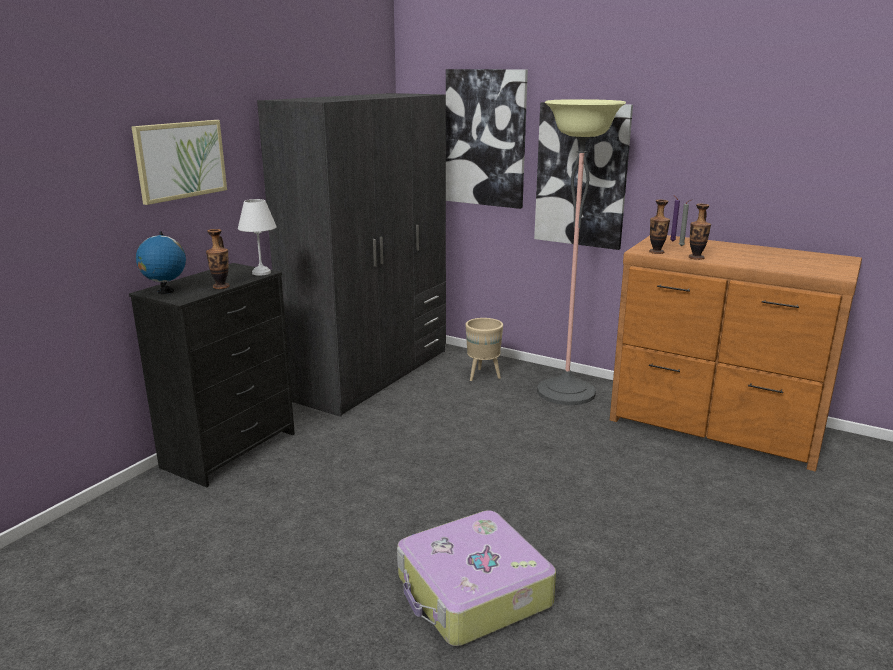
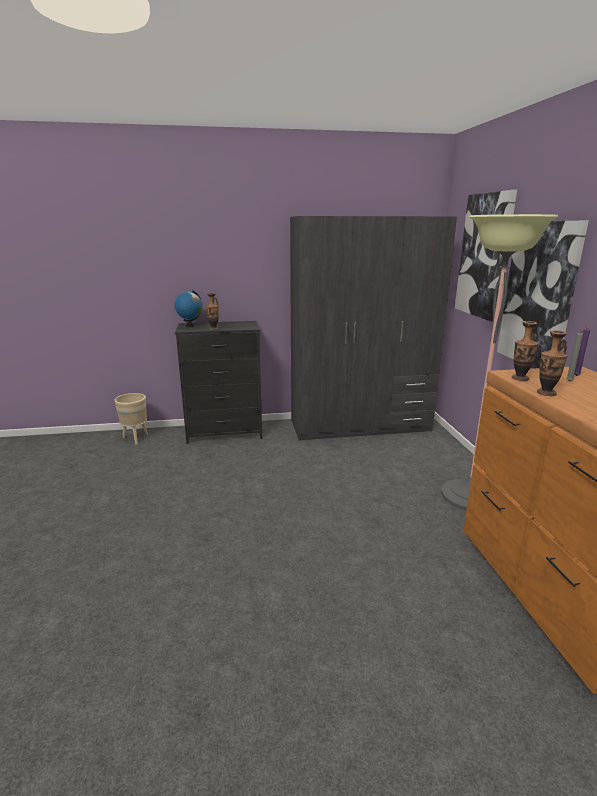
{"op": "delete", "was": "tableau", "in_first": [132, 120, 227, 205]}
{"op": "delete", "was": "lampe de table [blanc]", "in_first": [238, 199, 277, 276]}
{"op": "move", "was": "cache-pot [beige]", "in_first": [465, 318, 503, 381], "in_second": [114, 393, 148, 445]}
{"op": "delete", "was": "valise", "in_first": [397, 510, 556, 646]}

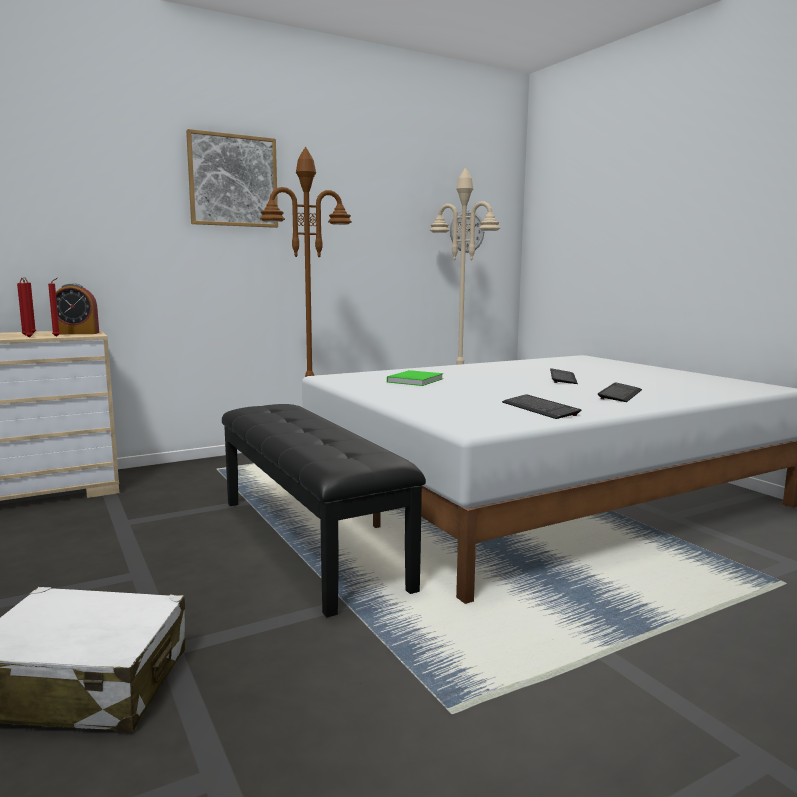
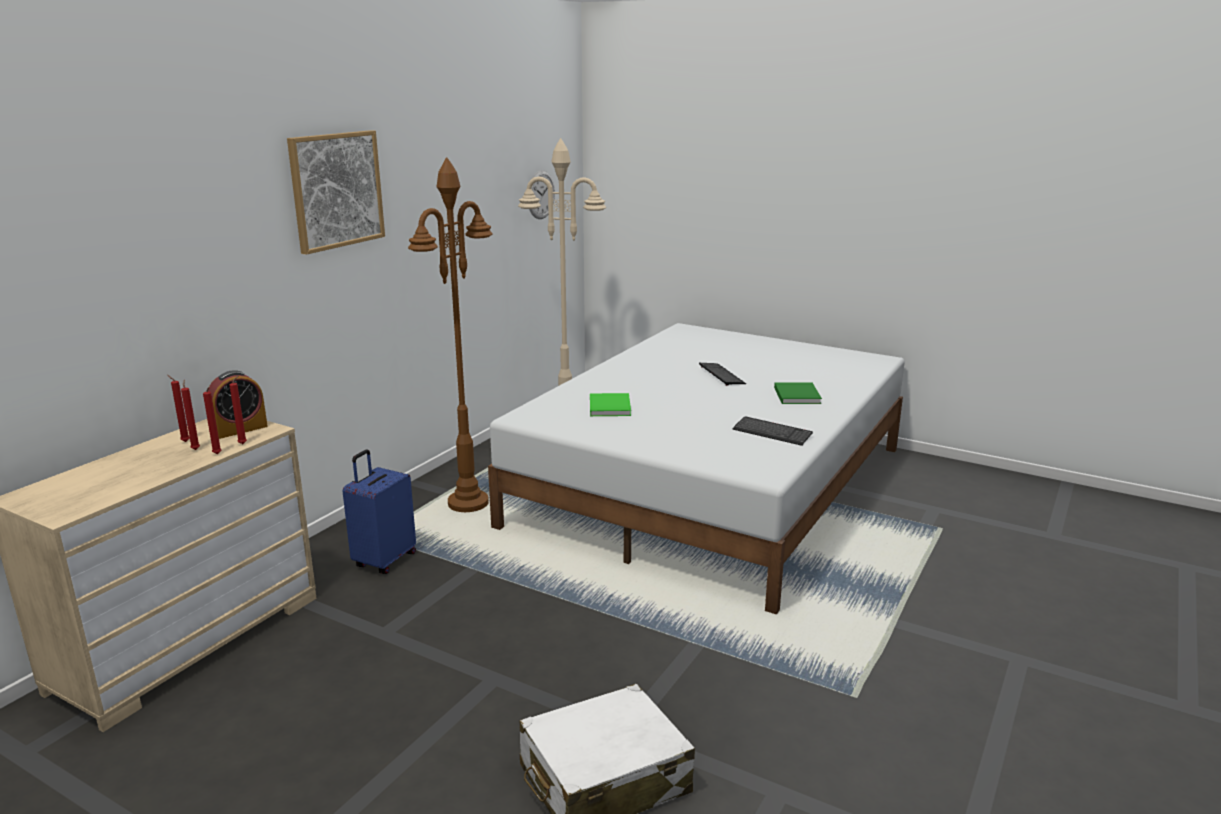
{"op": "replace", "was": "clavier", "now": "livre [vert]", "in_first": [598, 382, 642, 402], "in_second": [774, 382, 822, 404]}
{"op": "delete", "was": "banc [noir]", "in_first": [222, 404, 426, 617]}
{"op": "insert", "now": "valise [bleu]", "in_second": [343, 450, 416, 574]}

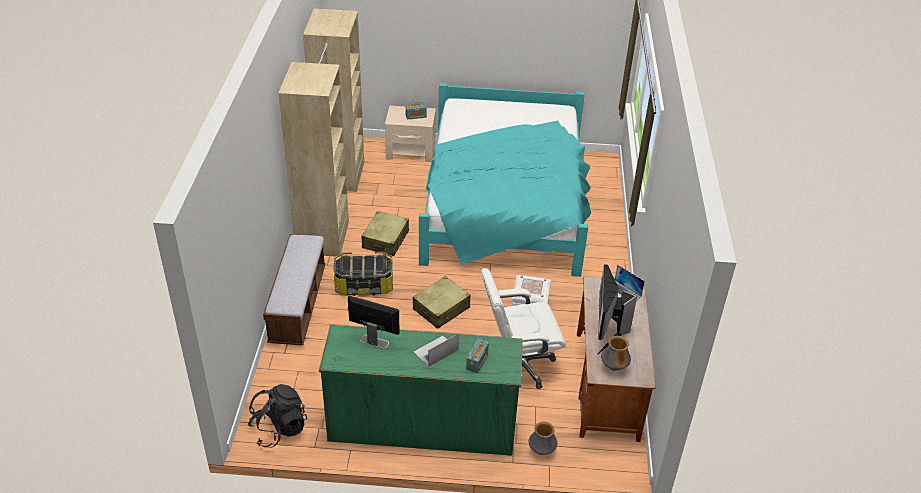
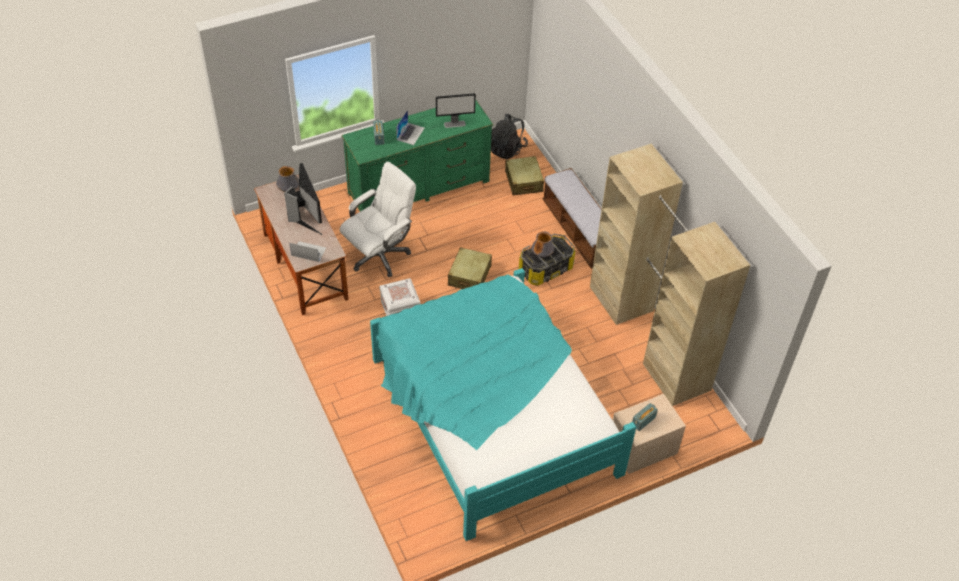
{"op": "move", "was": "valise [beige]", "in_first": [361, 211, 409, 256], "in_second": [505, 156, 544, 195]}
{"op": "move", "was": "vase", "in_first": [529, 422, 558, 455], "in_second": [532, 231, 554, 258]}

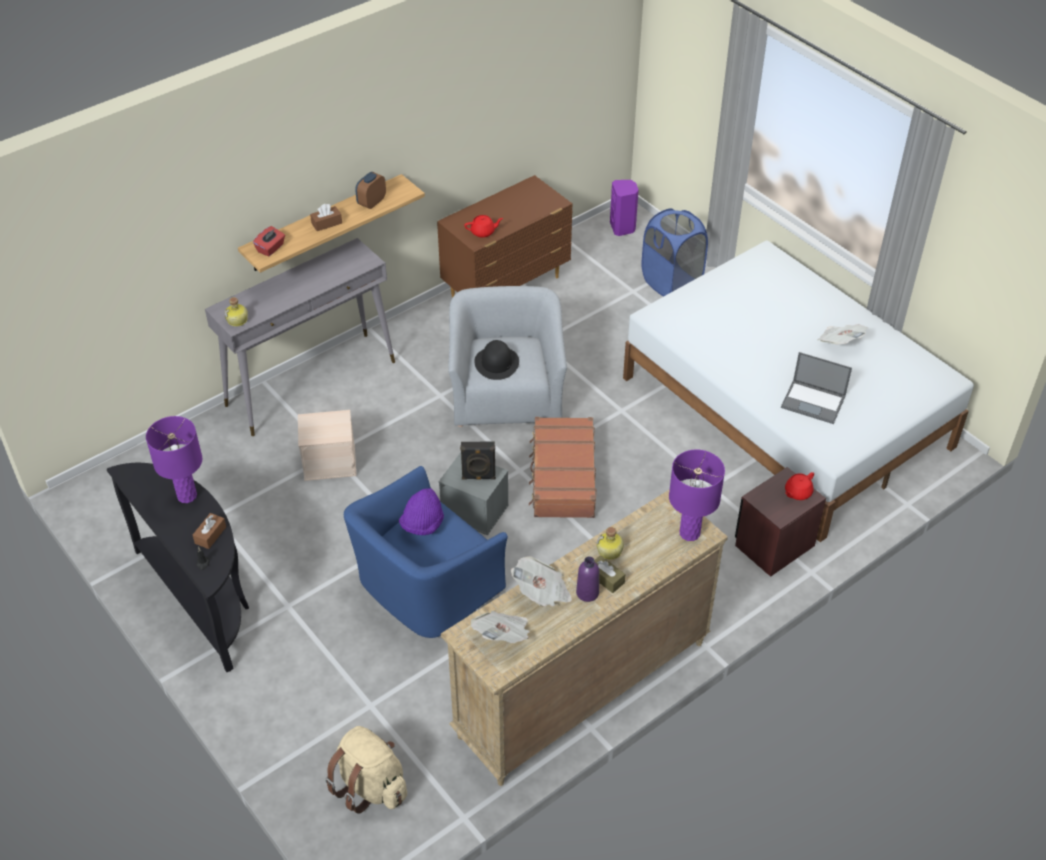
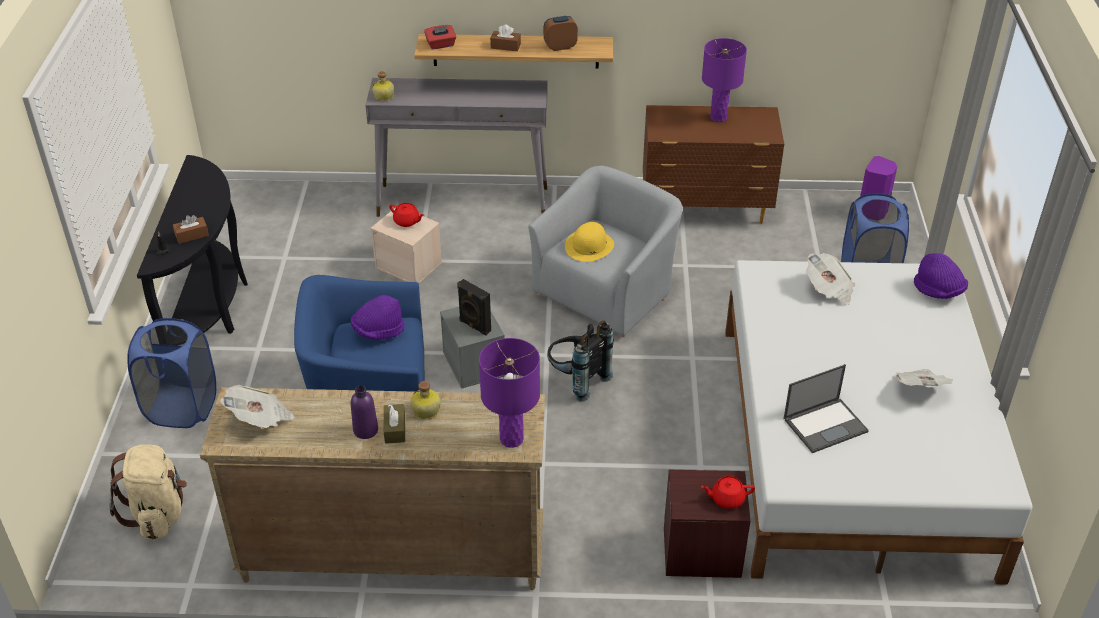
{"op": "move", "was": "théière [rouge]", "in_first": [464, 215, 503, 238], "in_second": [389, 203, 424, 227]}
{"op": "recolor", "was": "chapeau [noir]", "now": "chapeau [jaune]", "in_first": [474, 340, 519, 380], "in_second": [565, 222, 614, 262]}
{"op": "rotate", "was": "ordinateur portable", "in_first": [781, 352, 852, 424], "in_second": [784, 364, 869, 453], "clockwise": -90}
{"op": "move", "was": "lampe de table [violet]", "in_first": [146, 416, 202, 503], "in_second": [702, 38, 747, 122]}
{"op": "replace", "was": "valise [marron]", "now": "sac à dos [noir]", "in_first": [529, 417, 597, 518], "in_second": [547, 321, 614, 402]}
{"op": "move", "was": "journal", "in_first": [511, 556, 572, 607], "in_second": [806, 253, 855, 305]}
{"op": "insert", "now": "chapeau [violet]", "in_second": [914, 253, 968, 299]}
{"op": "insert", "now": "panier à linge [bleu]", "in_second": [127, 318, 216, 428]}

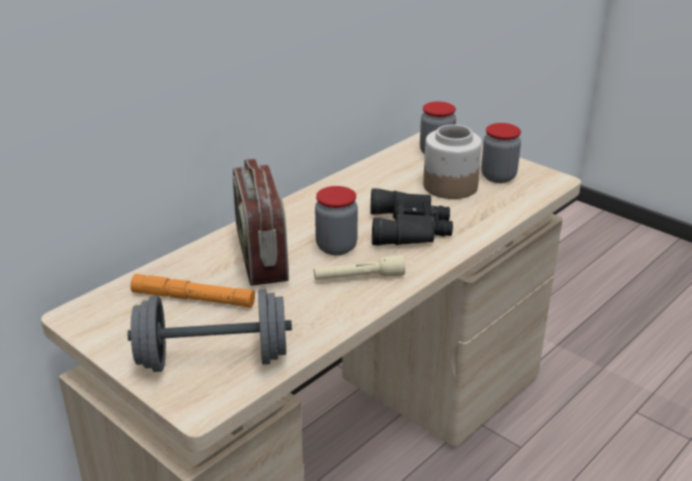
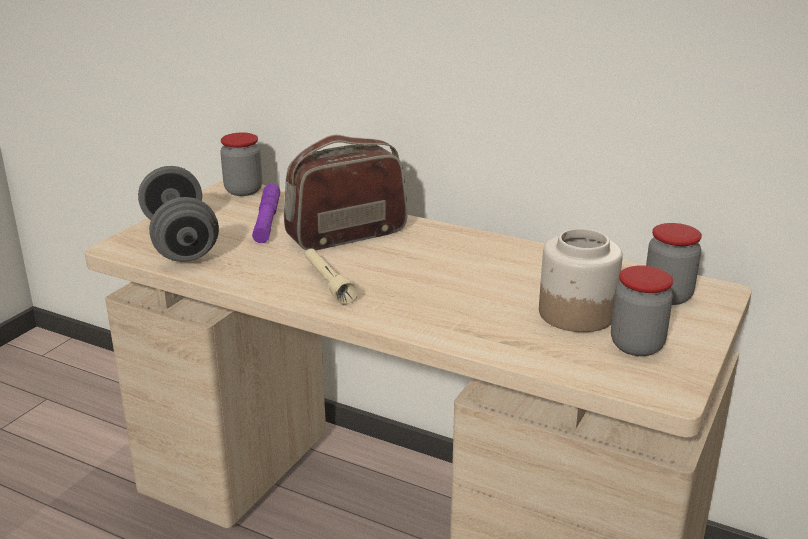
{"op": "move", "was": "bocal", "in_first": [315, 186, 358, 255], "in_second": [220, 133, 262, 196]}
{"op": "delete", "was": "jumelles [noir]", "in_first": [370, 188, 453, 245]}
{"op": "recolor", "was": "lampe de poche [orange]", "now": "lampe de poche [violet]", "in_first": [130, 274, 255, 308], "in_second": [252, 184, 280, 243]}

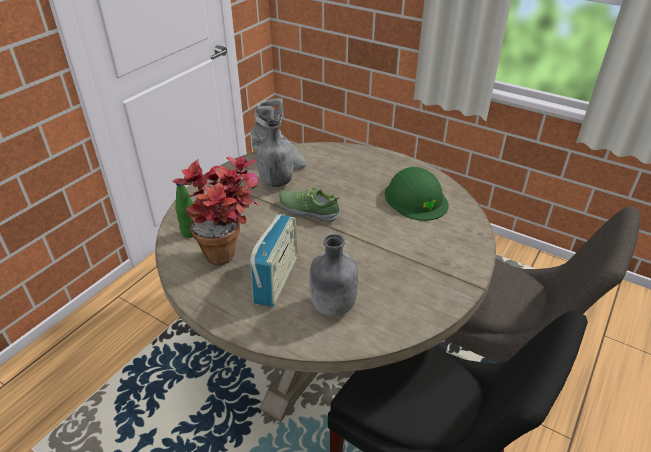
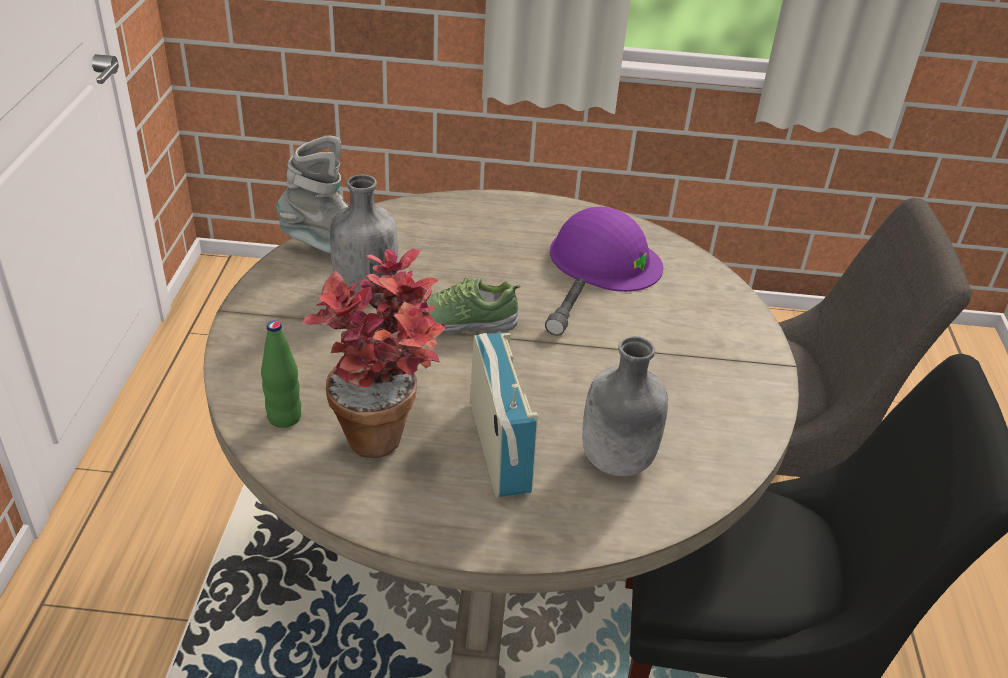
{"op": "recolor", "was": "casque de chantier [vert]", "now": "casque de chantier [violet]", "in_first": [385, 167, 449, 221], "in_second": [550, 207, 663, 292]}
{"op": "insert", "now": "lampe de poche [gris]", "in_second": [545, 278, 585, 336]}

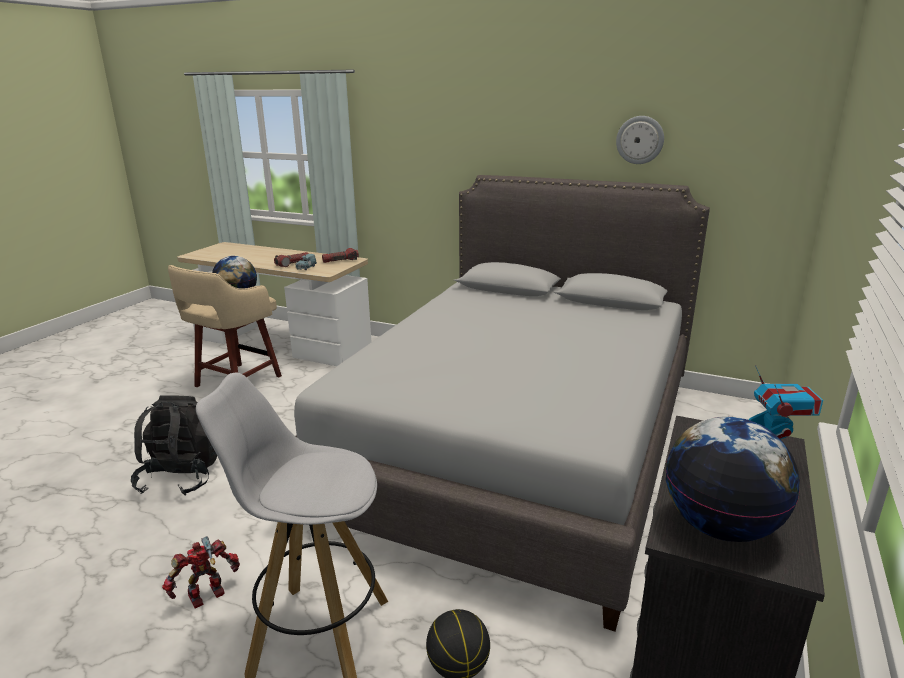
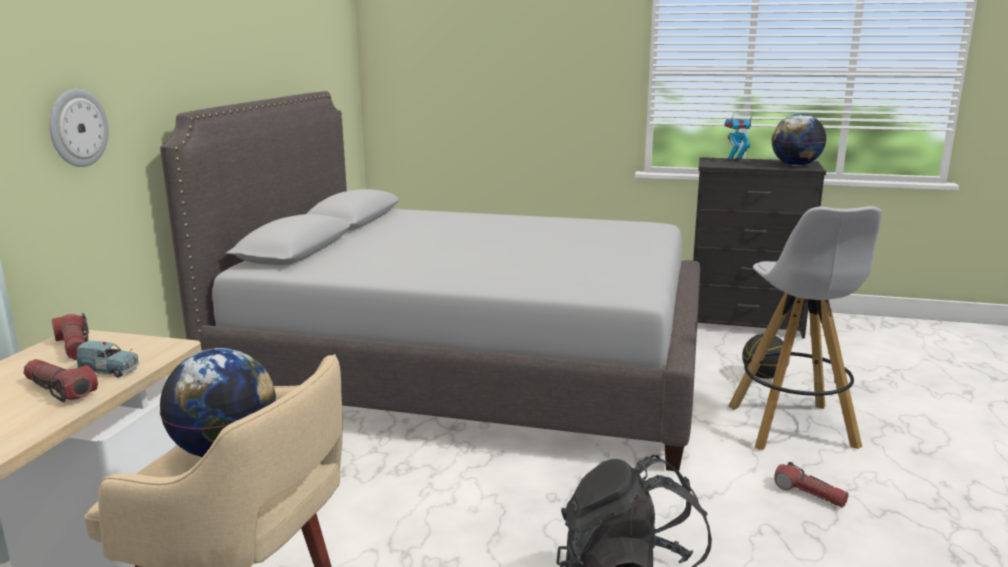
{"op": "move", "was": "horloge murale", "in_first": [616, 116, 664, 164], "in_second": [50, 89, 109, 167]}
{"op": "replace", "was": "robot jouet", "now": "lampe de poche", "in_first": [162, 536, 240, 608], "in_second": [774, 462, 849, 508]}

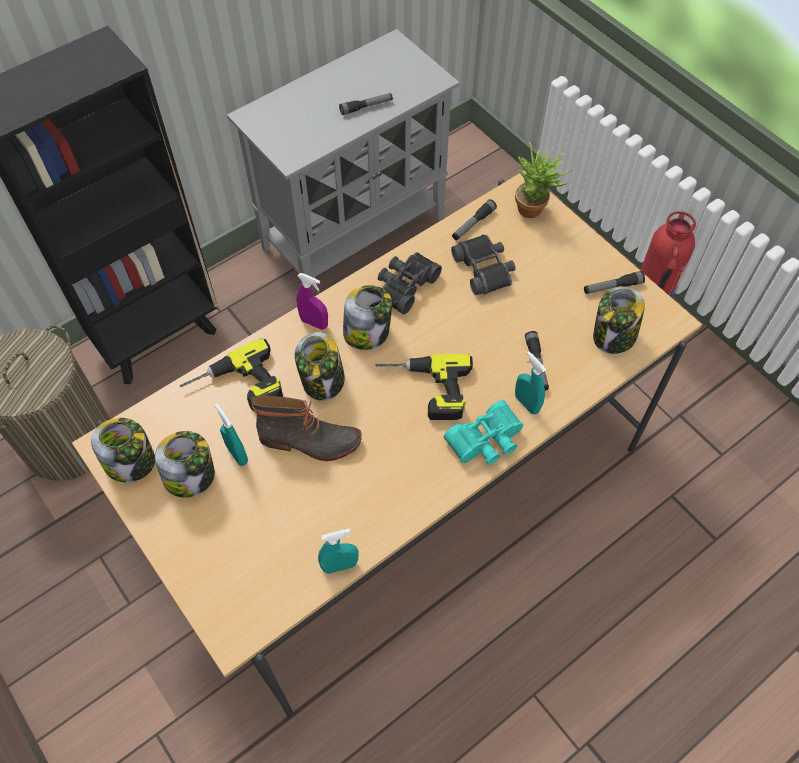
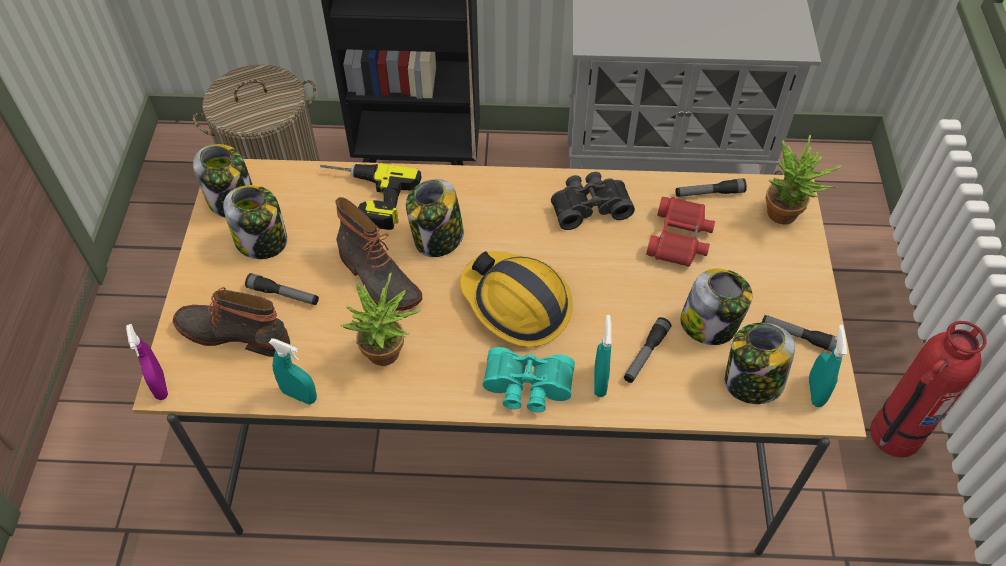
{"op": "move", "was": "lampe de poche", "in_first": [339, 93, 393, 115], "in_second": [245, 273, 319, 305]}
{"op": "recolor", "was": "jumelles [noir]", "now": "jumelles [rouge]", "in_first": [451, 234, 516, 295], "in_second": [646, 197, 715, 267]}
{"op": "move", "was": "vaporisateur [violet]", "in_first": [296, 273, 328, 330], "in_second": [126, 324, 168, 400]}
{"op": "move", "was": "bocal", "in_first": [343, 285, 392, 350], "in_second": [680, 268, 752, 345]}
{"op": "replace", "was": "perceuse", "now": "casque de chantier", "in_first": [375, 354, 473, 420], "in_second": [460, 251, 573, 347]}
{"op": "move", "was": "vaporisateur [turquoise]", "in_first": [215, 404, 248, 466], "in_second": [809, 325, 847, 407]}
{"op": "insert", "now": "plante en pot", "in_second": [340, 273, 422, 366]}
{"op": "insert", "now": "botte", "in_second": [173, 287, 290, 357]}

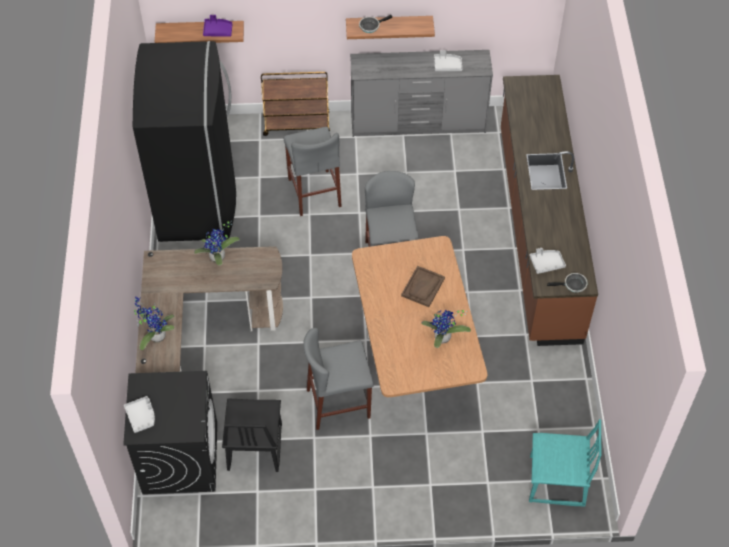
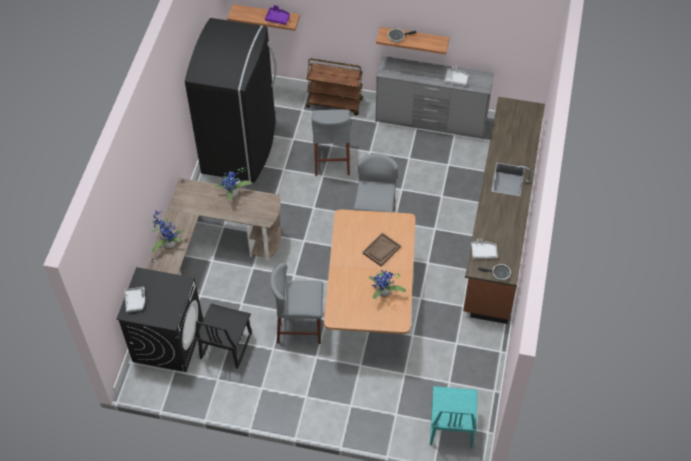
{"op": "rotate", "was": "chaise [turquoise]", "in_first": [529, 419, 601, 507], "in_second": [430, 386, 478, 449], "clockwise": 75}

